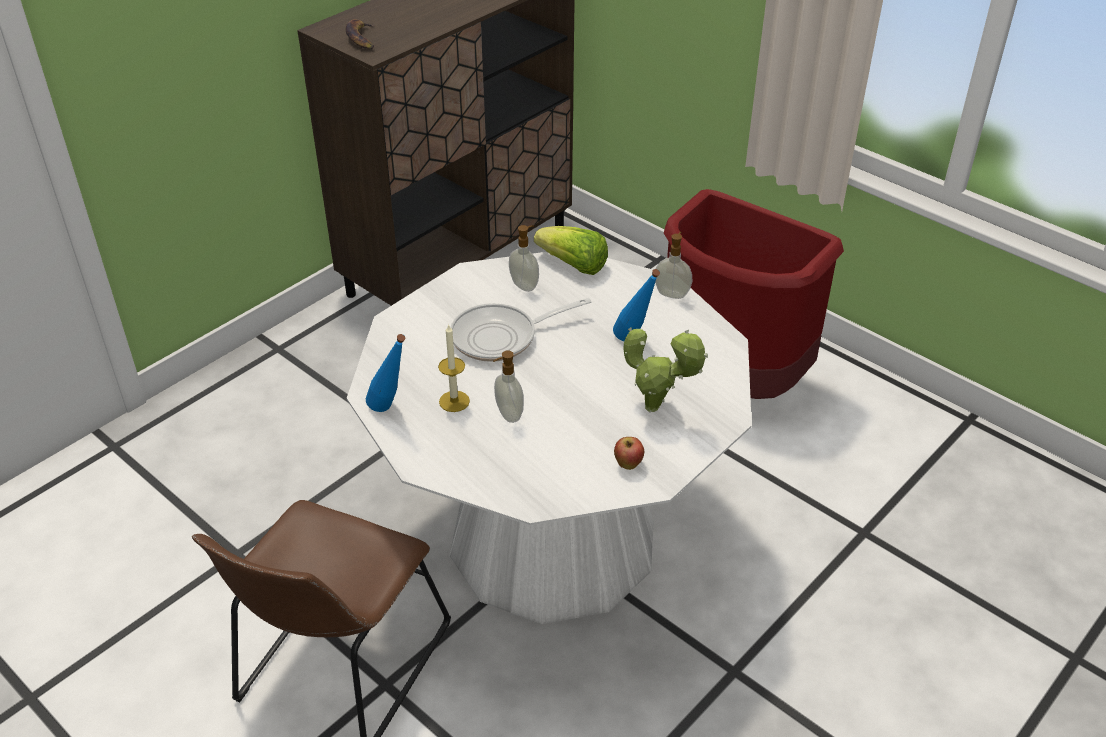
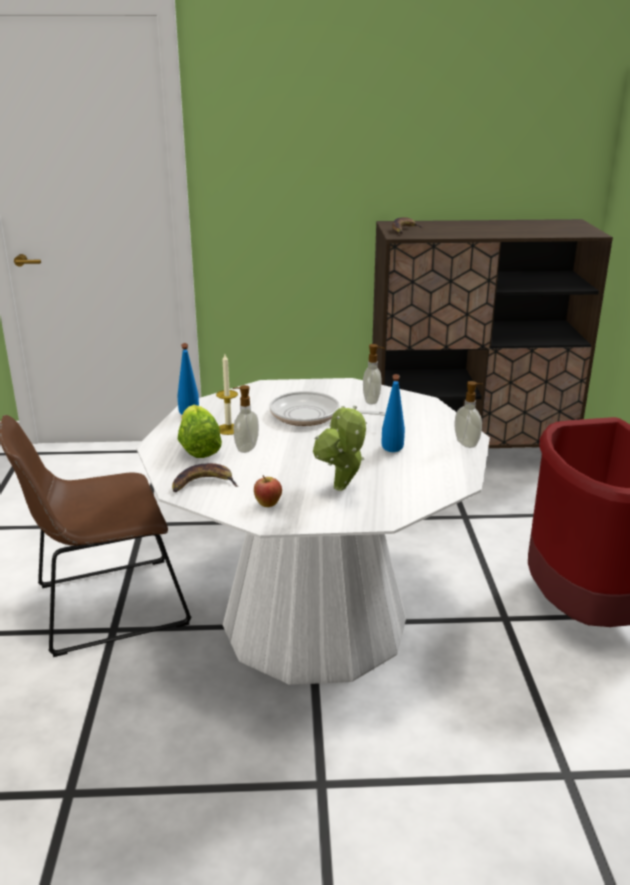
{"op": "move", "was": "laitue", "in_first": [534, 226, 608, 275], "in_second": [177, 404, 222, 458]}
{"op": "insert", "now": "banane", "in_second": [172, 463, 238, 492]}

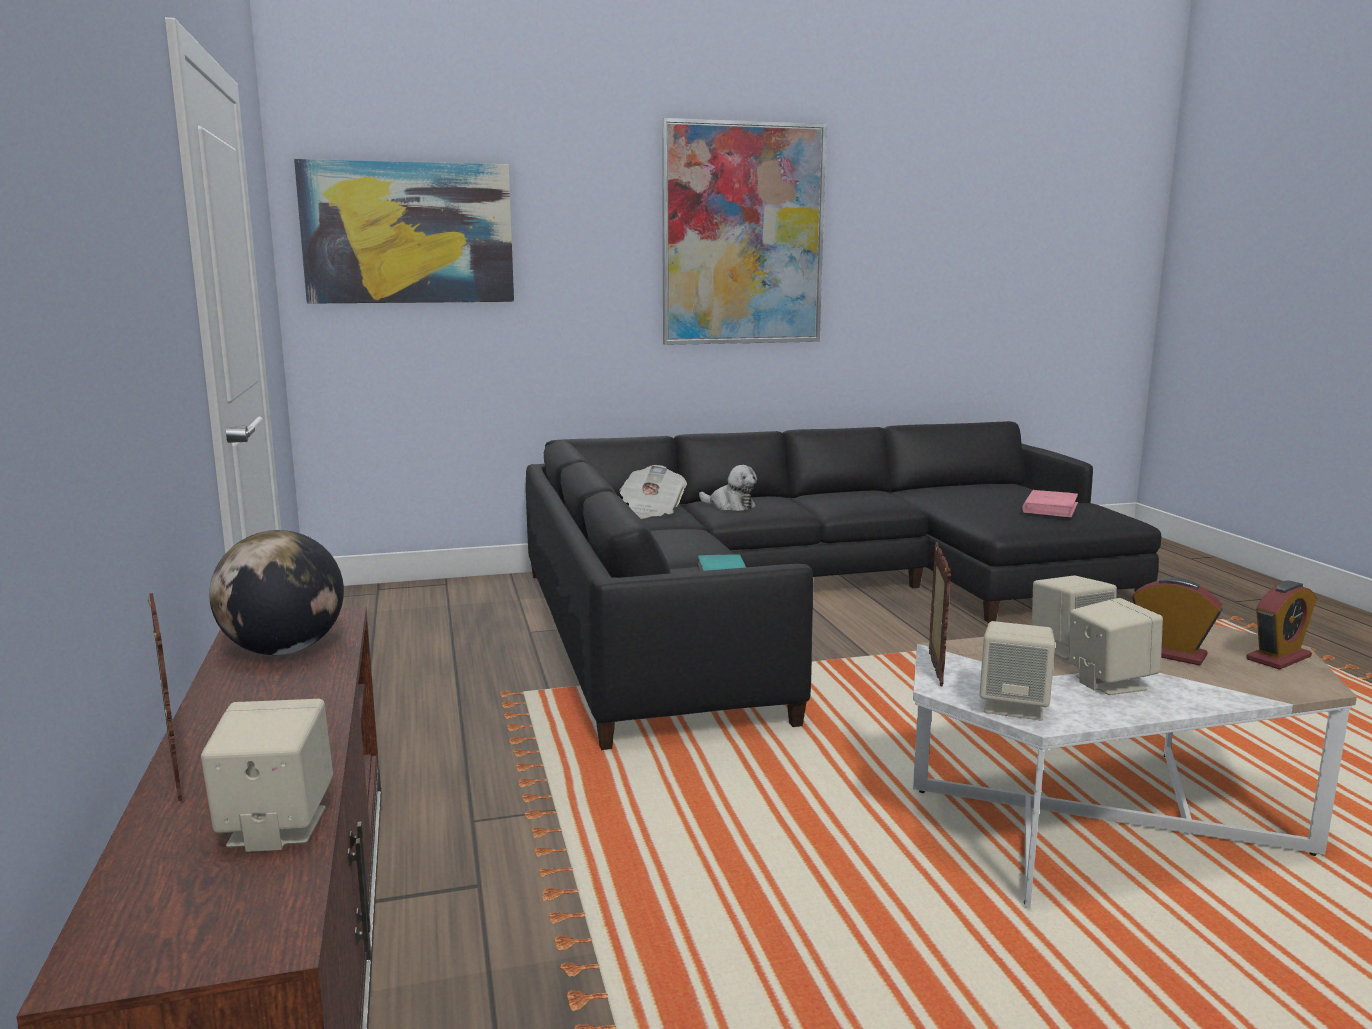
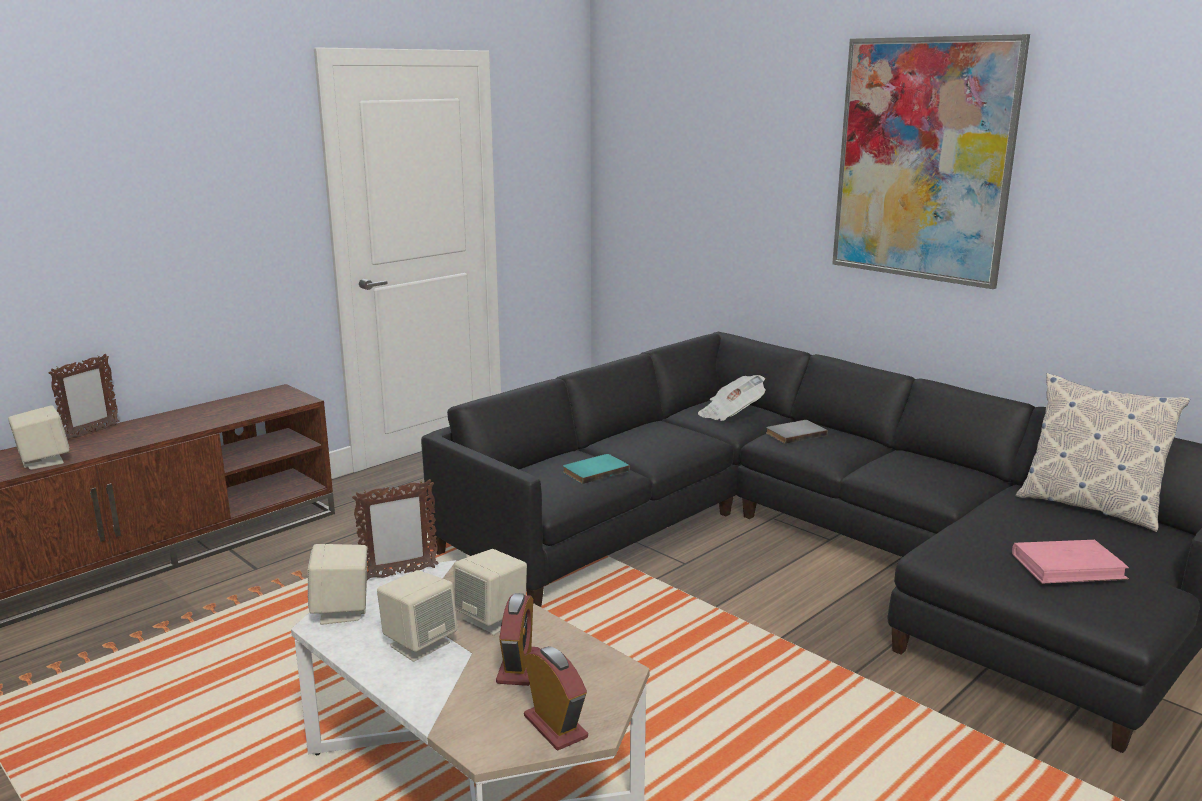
{"op": "delete", "was": "tableau", "in_first": [294, 159, 514, 304]}
{"op": "replace", "was": "peluche", "now": "livre [gris]", "in_first": [699, 465, 757, 511], "in_second": [766, 420, 828, 444]}
{"op": "delete", "was": "globe", "in_first": [209, 530, 344, 655]}
{"op": "rotate", "was": "réveil", "in_first": [1246, 581, 1317, 670], "in_second": [524, 646, 588, 751], "clockwise": -150}
{"op": "insert", "now": "coussin", "in_second": [1016, 373, 1190, 532]}

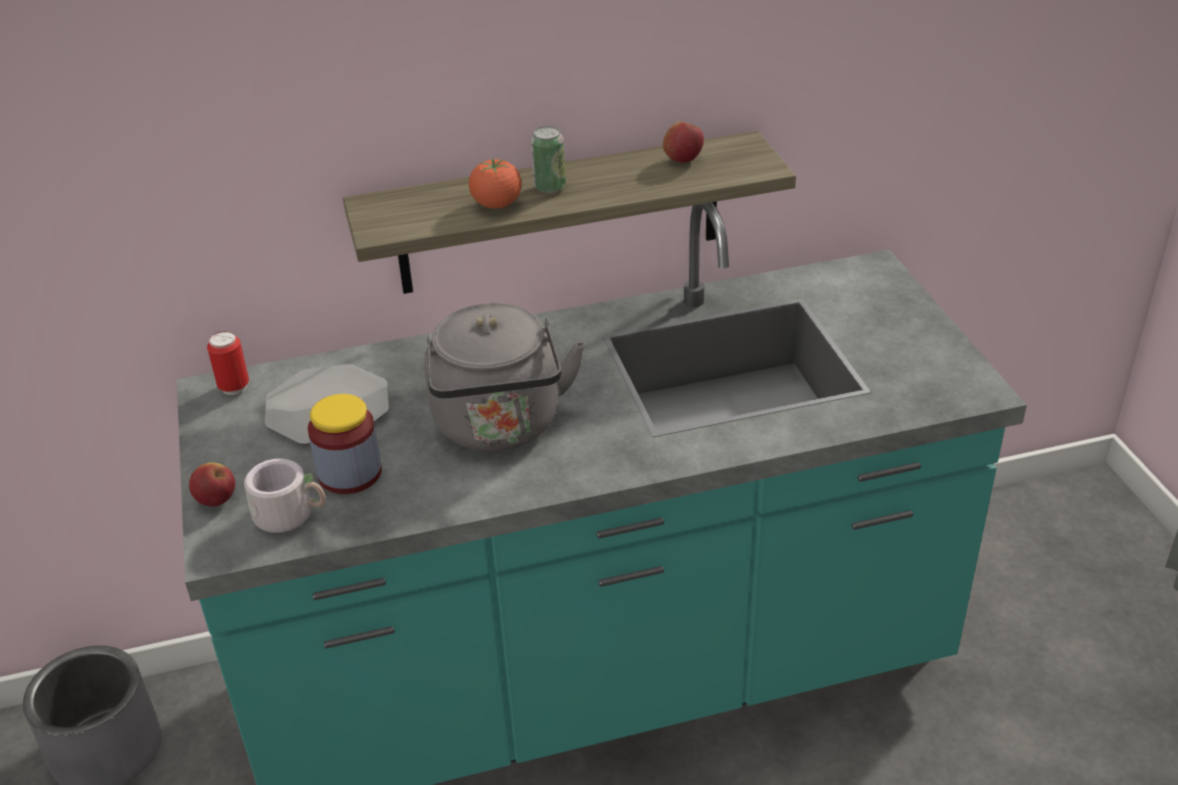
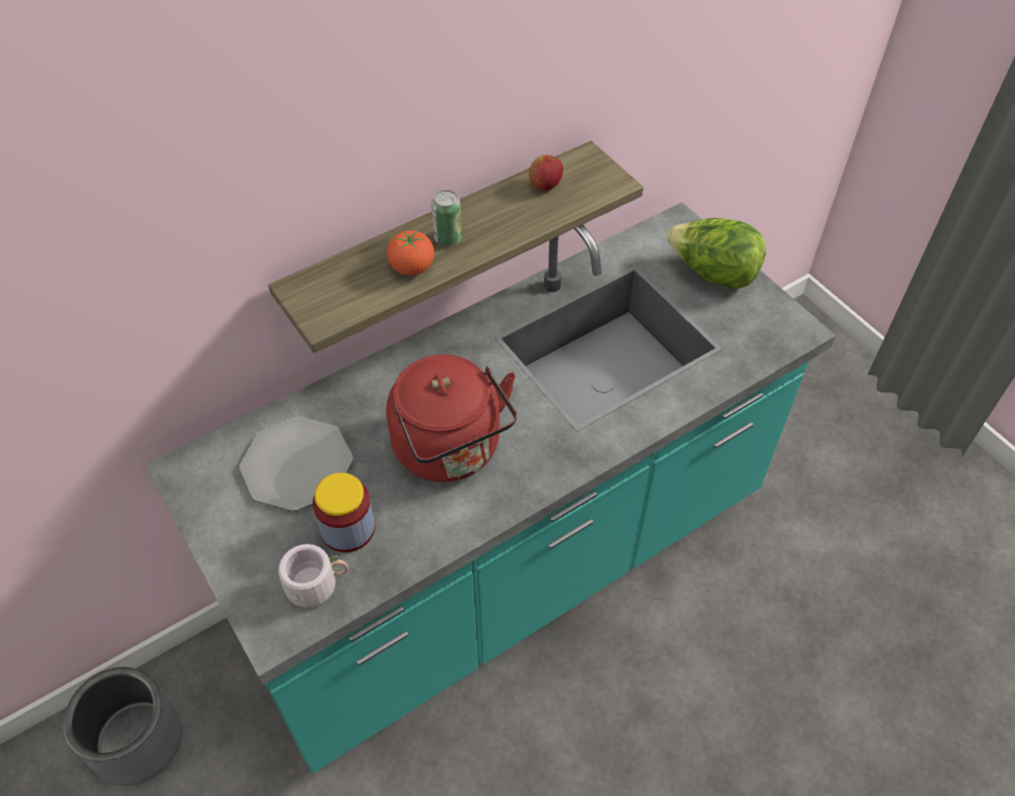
{"op": "recolor", "was": "bouilloire [gris]", "now": "bouilloire [rouge]", "in_first": [424, 303, 585, 451], "in_second": [386, 354, 517, 482]}
{"op": "delete", "was": "boîte métallique", "in_first": [207, 331, 249, 395]}
{"op": "delete", "was": "pomme", "in_first": [189, 462, 235, 507]}
{"op": "insert", "now": "laitue", "in_second": [667, 218, 766, 289]}

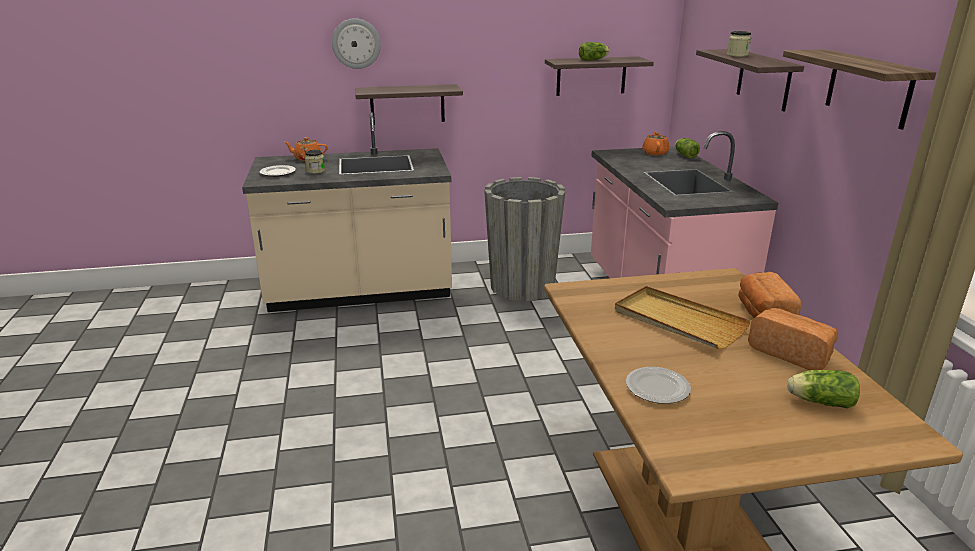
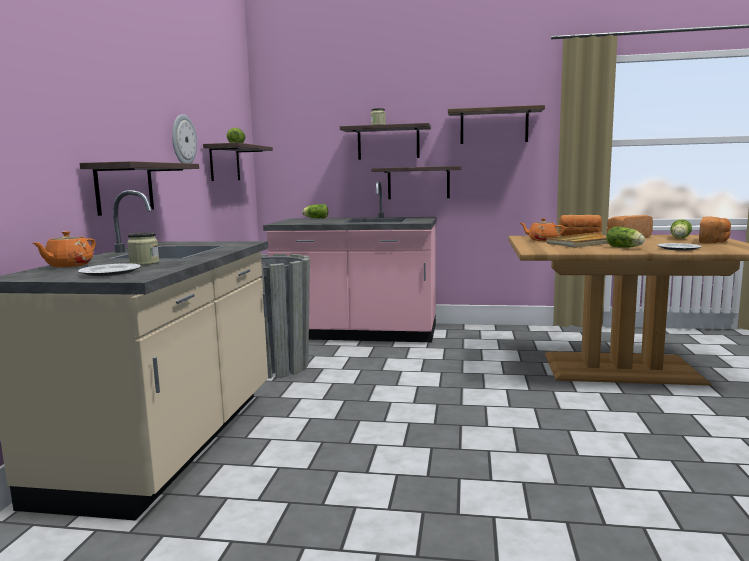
{"op": "move", "was": "horloge murale", "in_first": [332, 18, 381, 69], "in_second": [172, 114, 197, 163]}
{"op": "move", "was": "théière [orange]", "in_first": [642, 132, 669, 155], "in_second": [520, 218, 565, 241]}
{"op": "insert", "now": "étagère", "in_second": [371, 166, 462, 199]}
{"op": "insert", "now": "pain", "in_second": [699, 216, 731, 244]}
{"op": "insert", "now": "laitue", "in_second": [606, 227, 645, 248]}

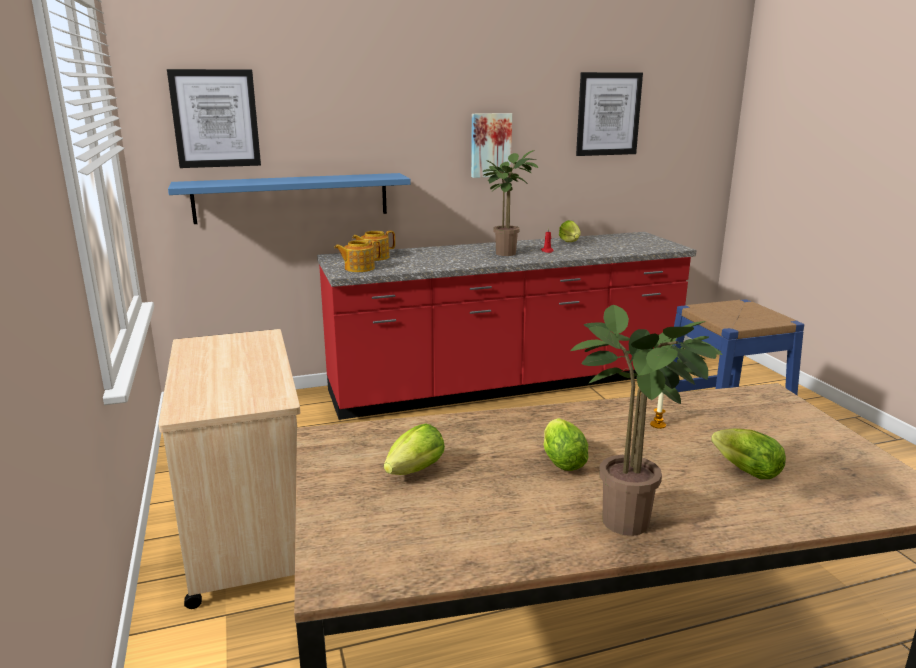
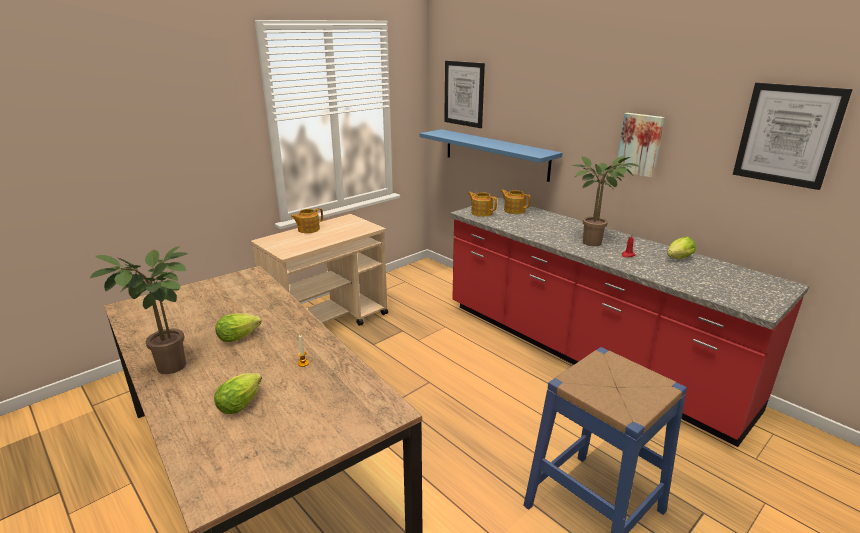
{"op": "delete", "was": "laitue", "in_first": [384, 423, 445, 475]}
{"op": "insert", "now": "théière", "in_second": [290, 208, 323, 233]}

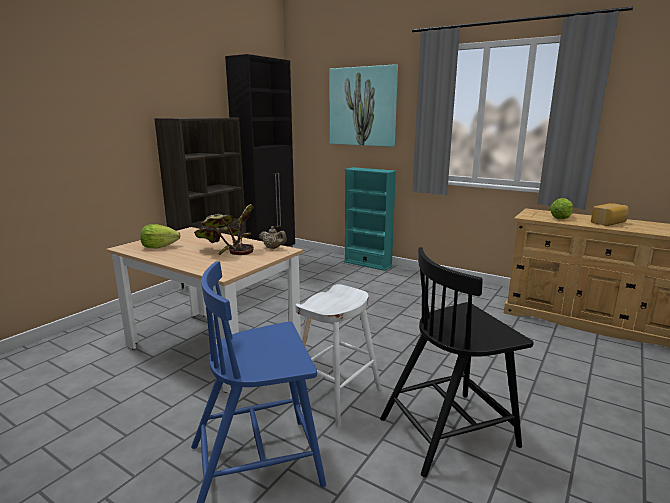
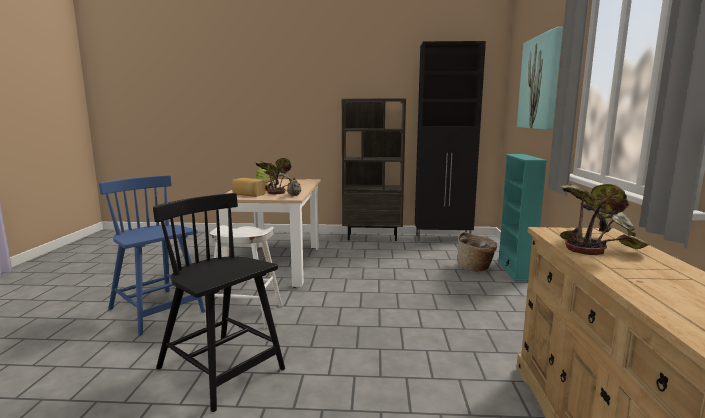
{"op": "replace", "was": "laitue", "now": "plante en pot", "in_first": [550, 198, 573, 219], "in_second": [560, 183, 649, 255]}
{"op": "move", "was": "pain", "in_first": [591, 203, 629, 226], "in_second": [232, 178, 266, 197]}
{"op": "insert", "now": "panier", "in_second": [457, 232, 498, 272]}

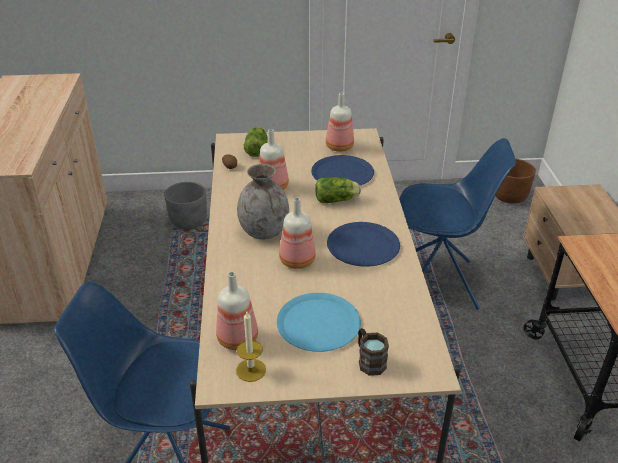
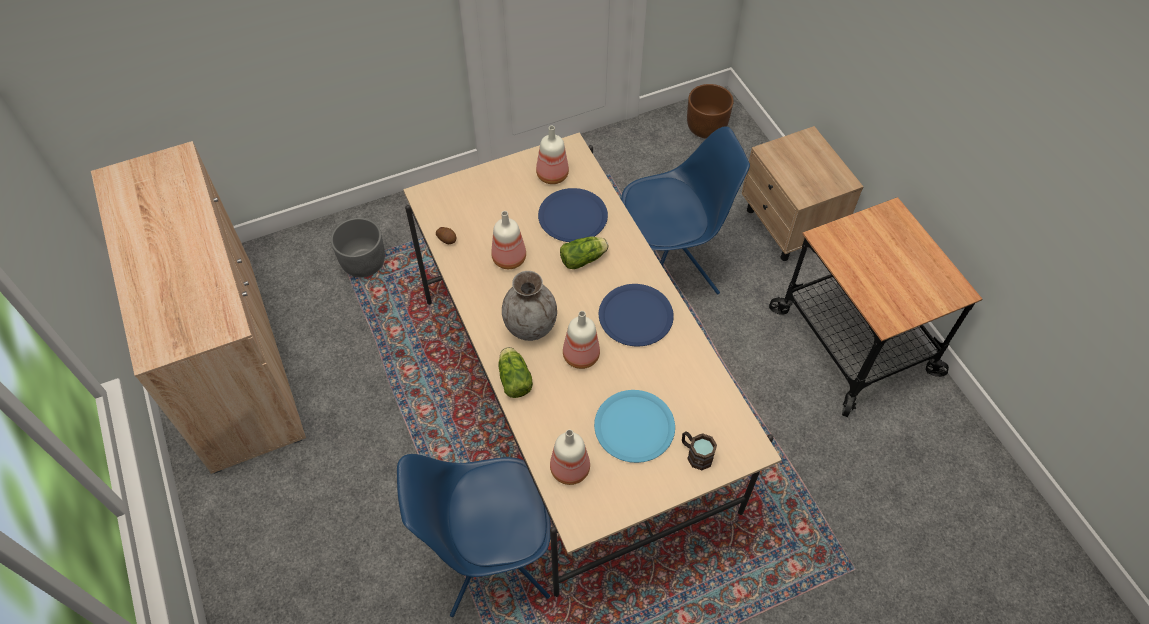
{"op": "move", "was": "laitue", "in_first": [244, 127, 268, 157], "in_second": [498, 347, 533, 398]}
{"op": "delete", "was": "bougie", "in_first": [236, 312, 266, 382]}

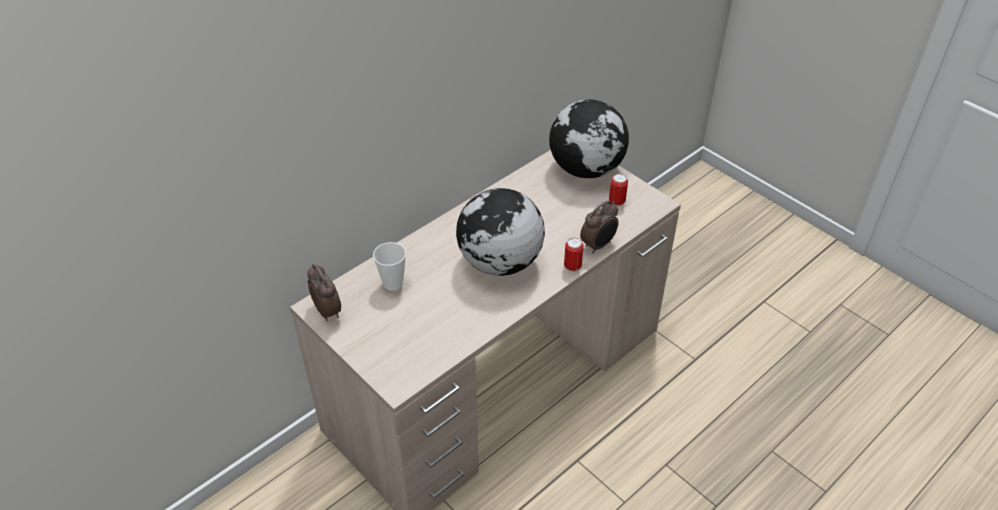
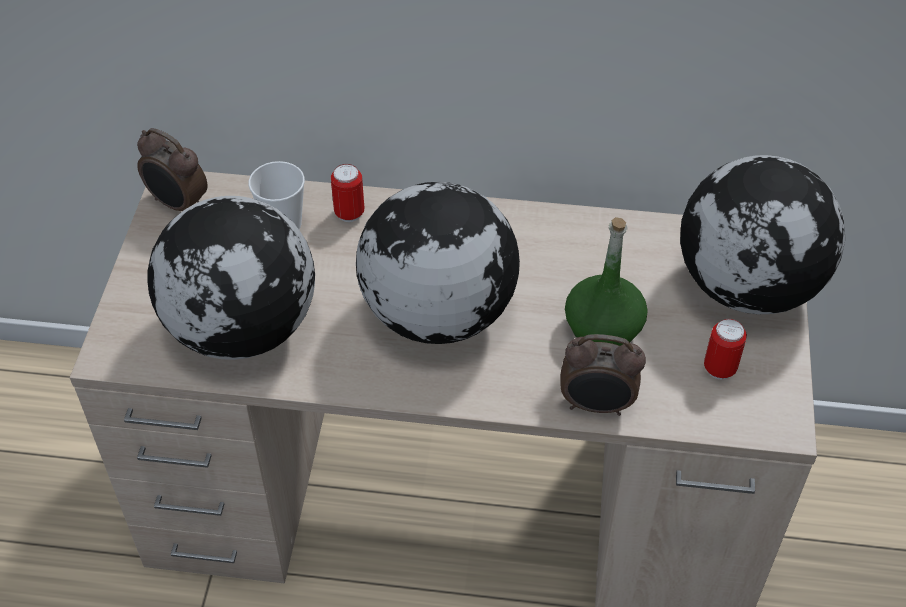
{"op": "move", "was": "boîte métallique", "in_first": [564, 238, 584, 272], "in_second": [331, 164, 364, 222]}
{"op": "rotate", "was": "réveil", "in_first": [307, 264, 341, 321], "in_second": [137, 128, 208, 211], "clockwise": 105}
{"op": "insert", "now": "globe", "in_second": [147, 196, 315, 360]}
{"op": "insert", "now": "bouteille [vert]", "in_second": [565, 217, 648, 346]}

